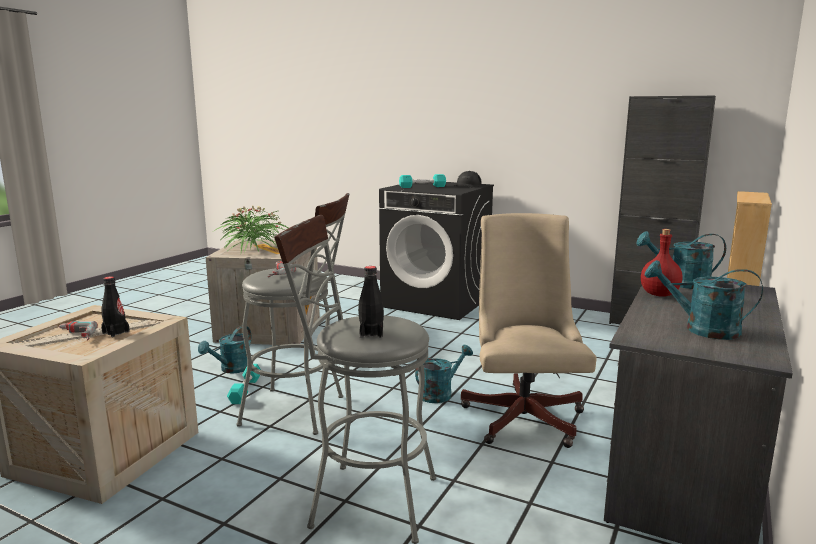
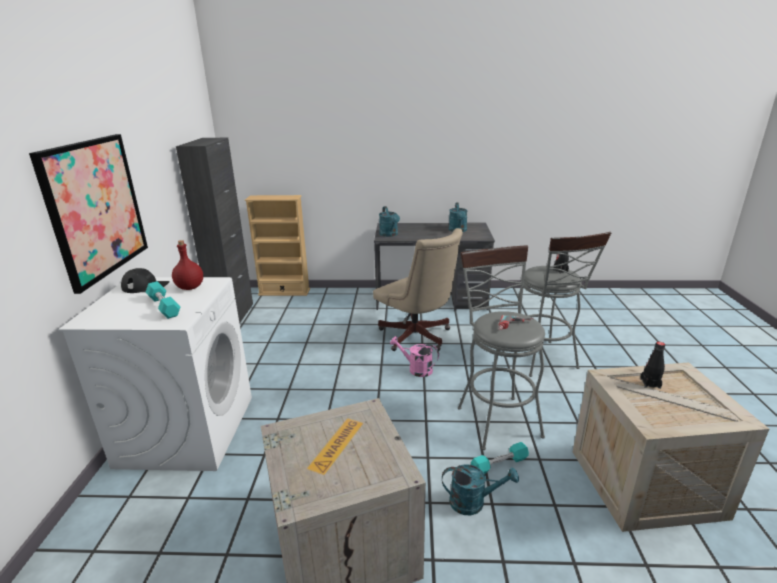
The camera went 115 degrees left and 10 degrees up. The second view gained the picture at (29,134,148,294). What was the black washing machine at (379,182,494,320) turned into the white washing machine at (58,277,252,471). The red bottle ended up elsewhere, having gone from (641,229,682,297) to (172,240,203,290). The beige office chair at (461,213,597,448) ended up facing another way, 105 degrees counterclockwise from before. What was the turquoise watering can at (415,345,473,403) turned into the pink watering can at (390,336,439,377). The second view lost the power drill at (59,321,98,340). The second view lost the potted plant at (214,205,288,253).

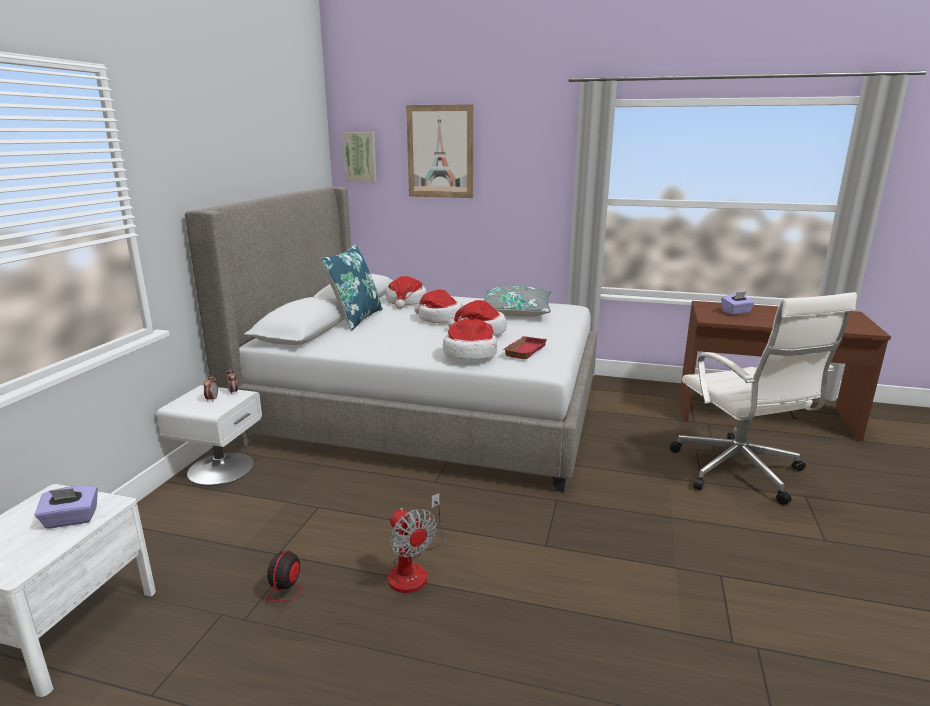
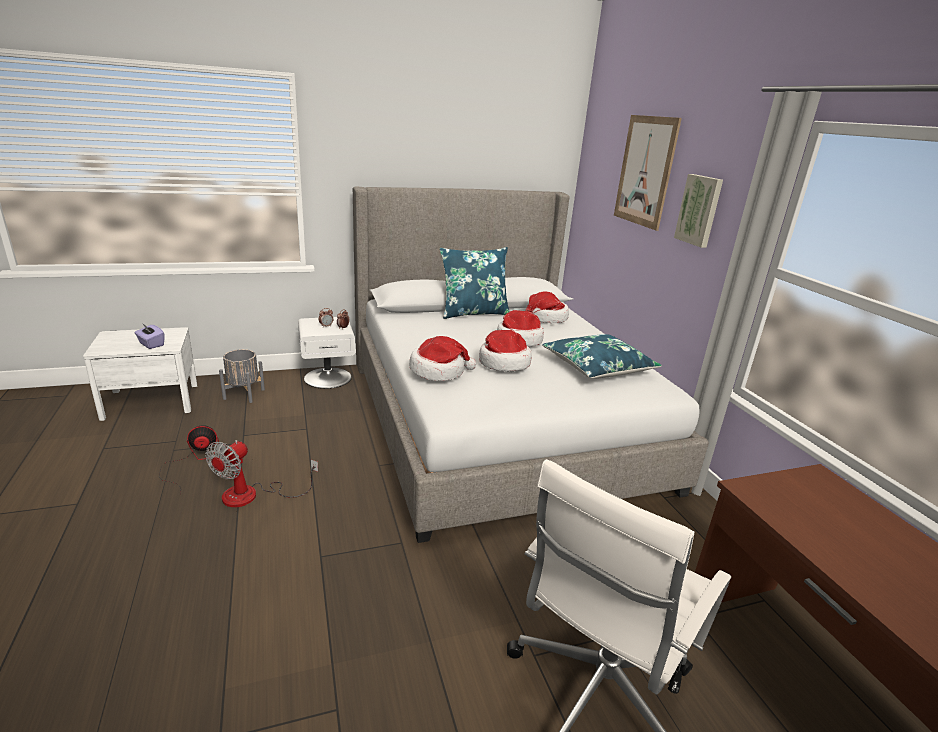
The camera went 55 degrees right and 5 degrees up. The second view gained the grey planter at (219,349,265,403). What was the grey pillow at (483,286,552,317) turned into the blue pillow at (542,334,662,379). The picture ended up elsewhere, having gone from (342,132,377,182) to (674,174,723,248). The second view lost the red tray at (502,336,548,359). The second view lost the purple tissue box at (721,292,755,315).

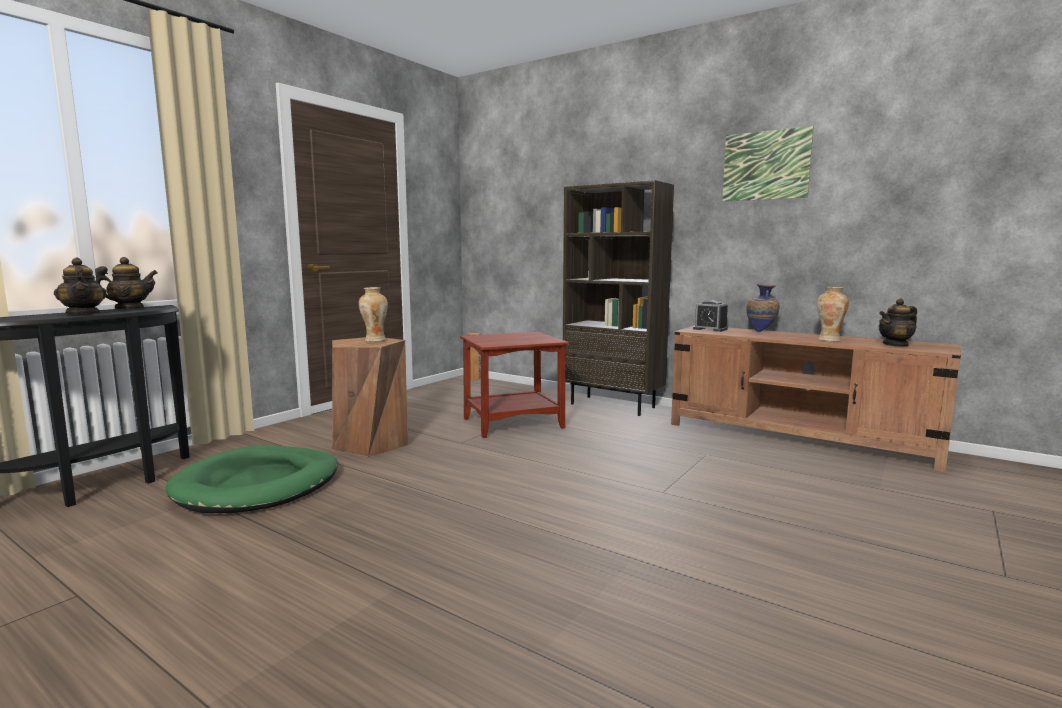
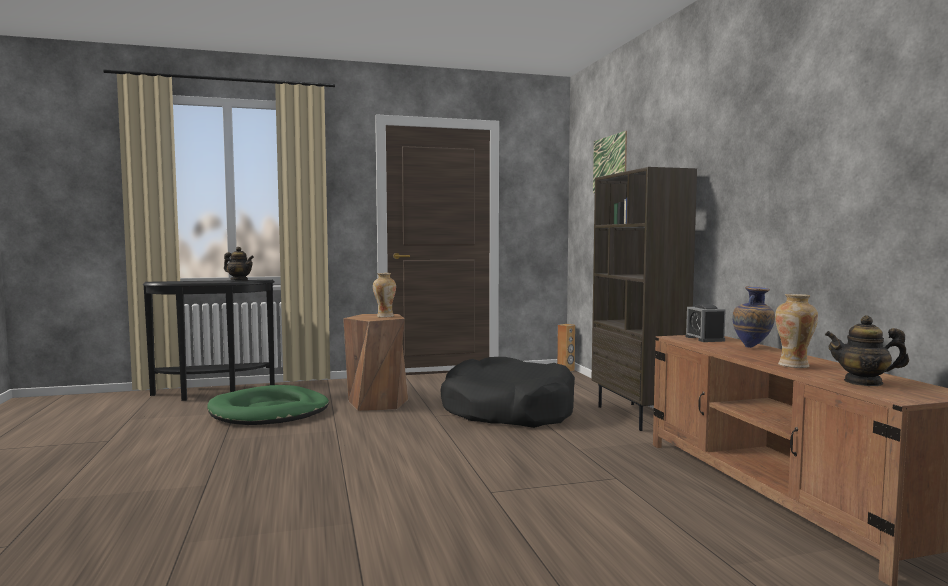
The camera went 40 degrees right and 5 degrees down. Where the brown side table stood at (460,332,569,438), the black dog bed came to stand at (440,357,575,428). The picture ended up elsewhere, having gone from (722,126,814,202) to (593,131,627,193). The second view lost the teapot at (54,258,107,314).

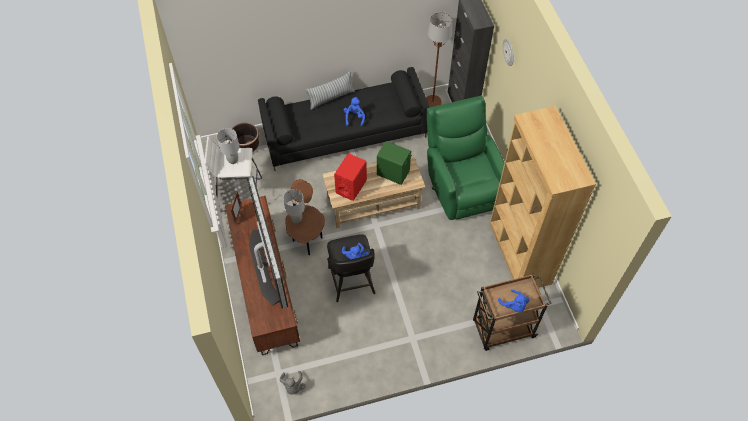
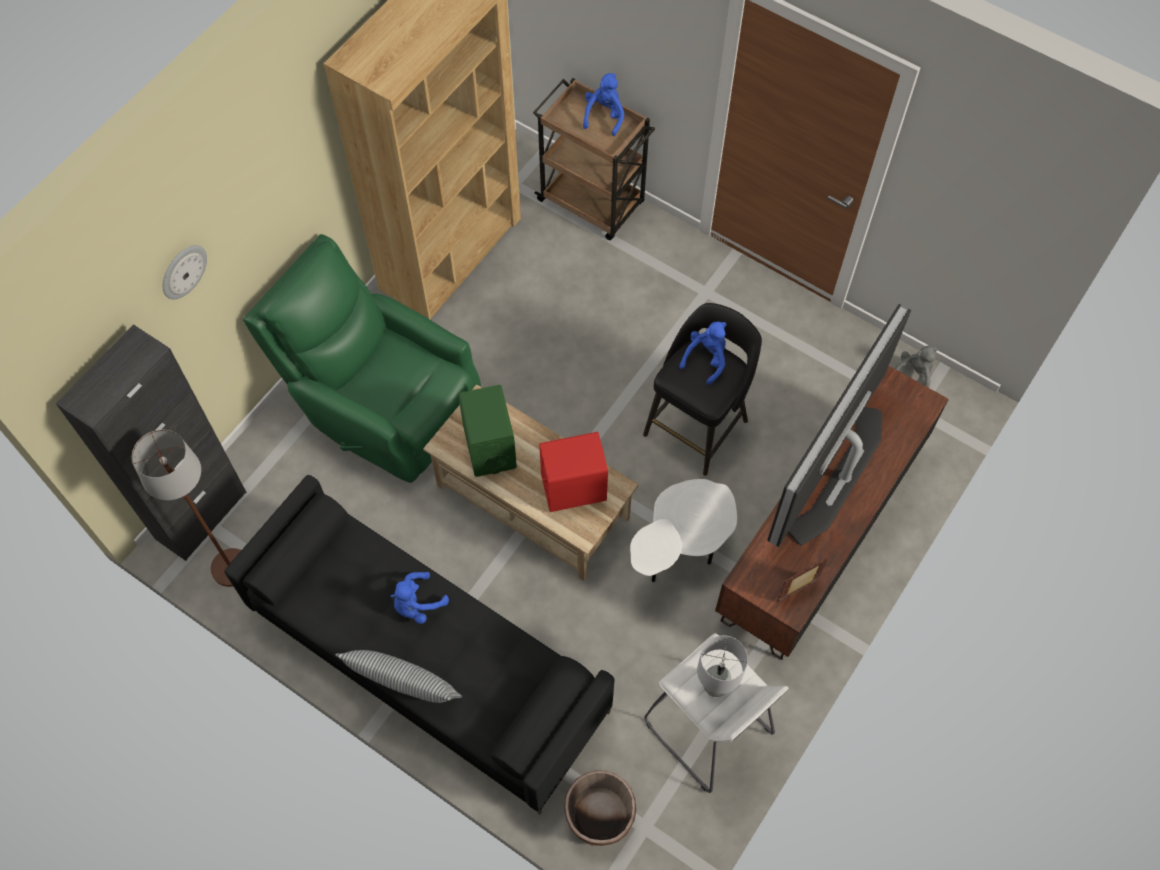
The camera went 130 degrees left and 5 degrees up. The green armchair at (427,95,504,220) ended up facing another way, 90 degrees clockwise from before. What was the brown side table at (285,179,325,255) turned into the white side table at (630,479,737,582). The second view lost the grey table lamp at (283,189,305,223).

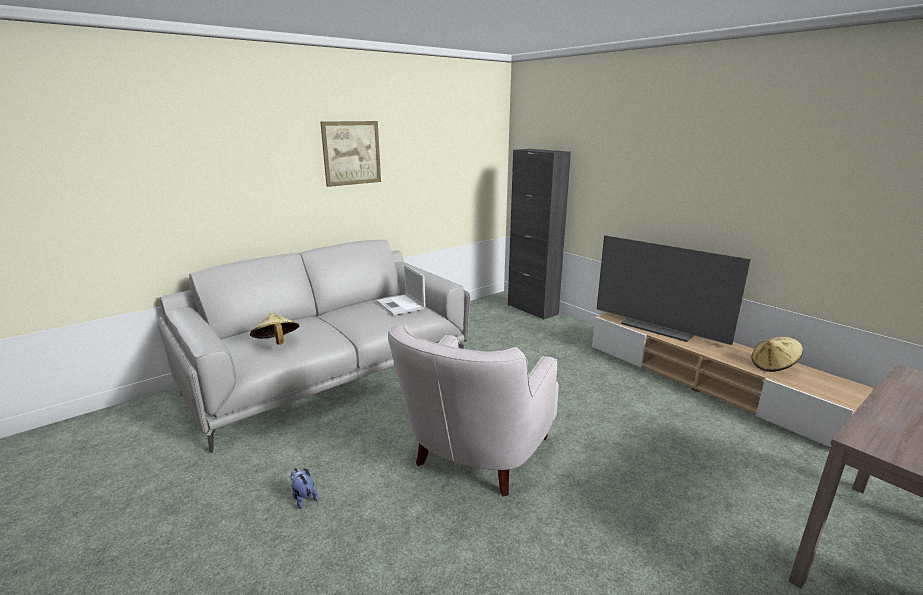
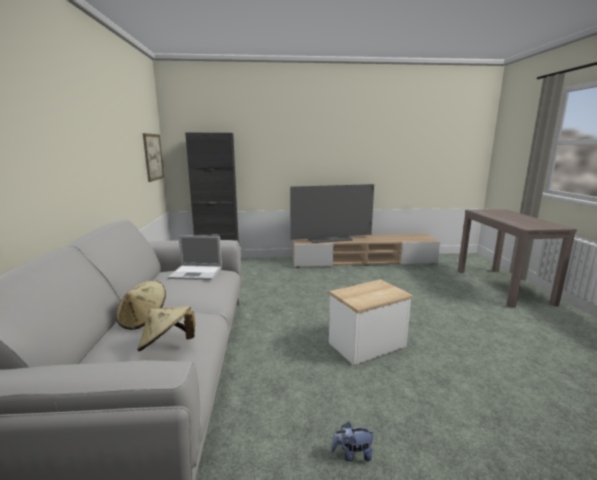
The camera went 55 degrees left and 5 degrees down. The beige hat ended up elsewhere, having gone from (751,337,803,372) to (116,281,166,330). The picture ended up elsewhere, having gone from (320,121,381,187) to (143,133,164,182). Where the white armchair stood at (388,323,559,496), the side table came to stand at (329,279,413,365).

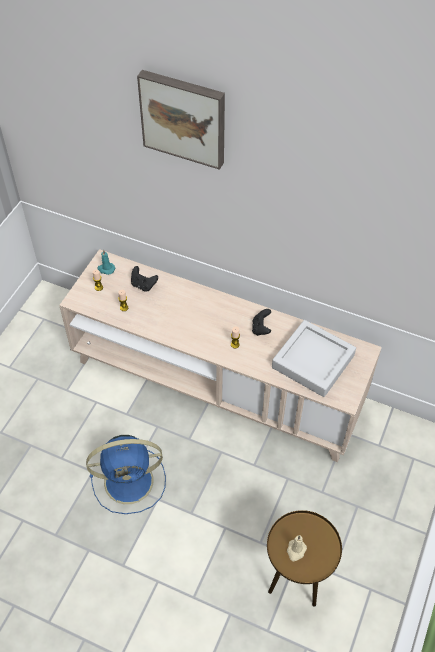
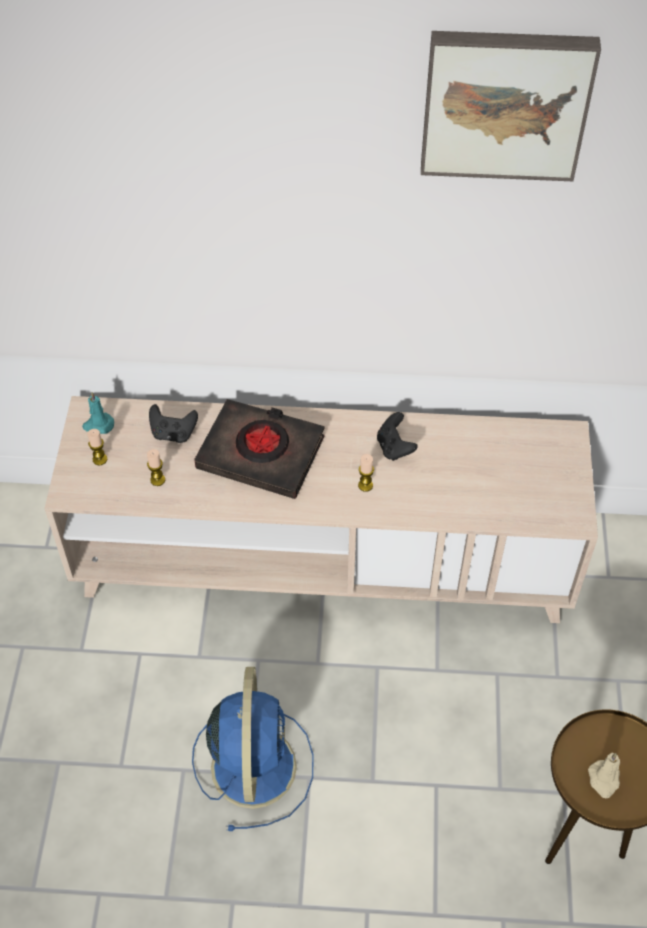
The camera went 20 degrees left and 0 degrees up. The blue fan at (86,435,166,514) ended up facing another way, 60 degrees counterclockwise from before. The second view gained the black book at (194,399,325,499). The picture ended up elsewhere, having gone from (137,70,225,170) to (421,31,601,181). The second view lost the grey tray at (272,320,356,397).

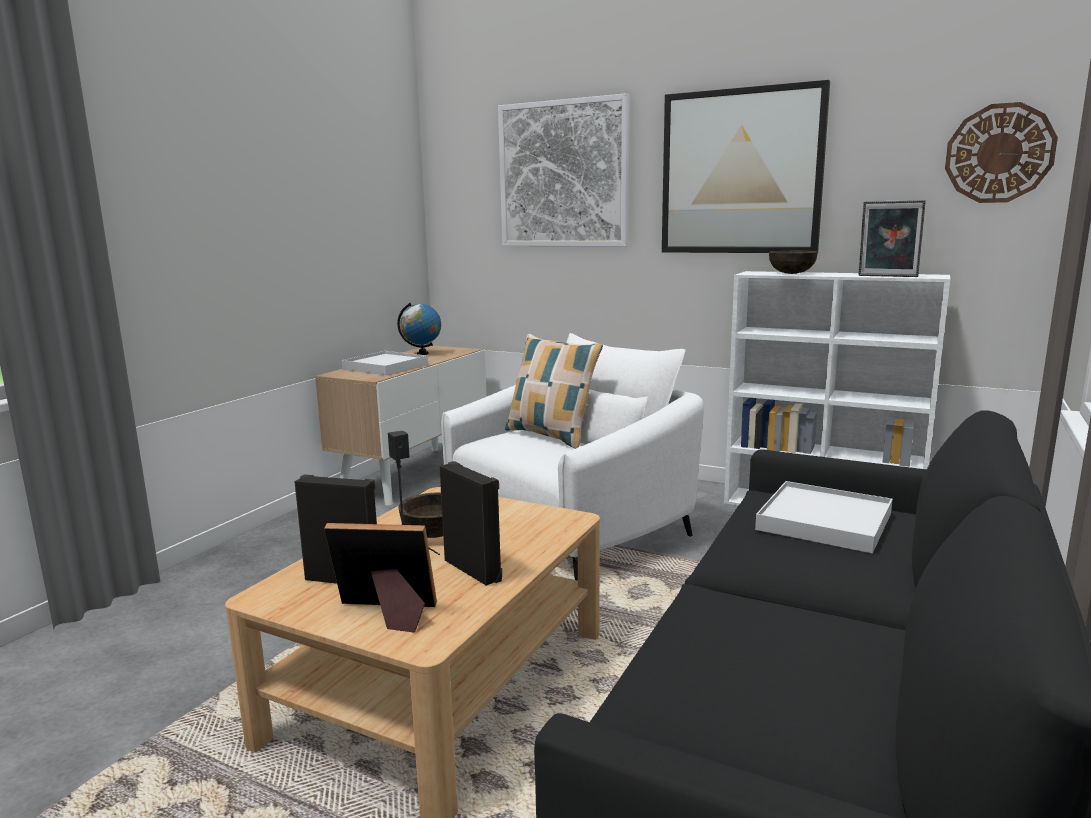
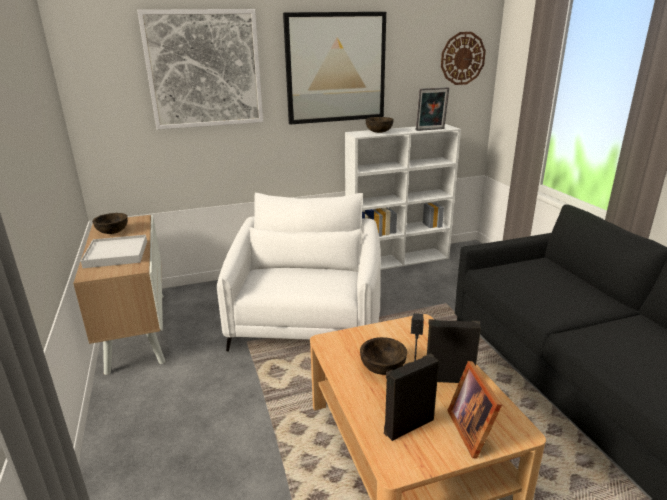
The camera went 45 degrees left and 10 degrees up. Where the globe stood at (397,303,441,355), the brown bowl came to stand at (92,213,128,234). The picture frame at (324,523,437,633) ended up facing another way, 60 degrees counterclockwise from before. The second view lost the pillow at (505,334,603,449). The second view lost the white tray at (755,481,893,554).

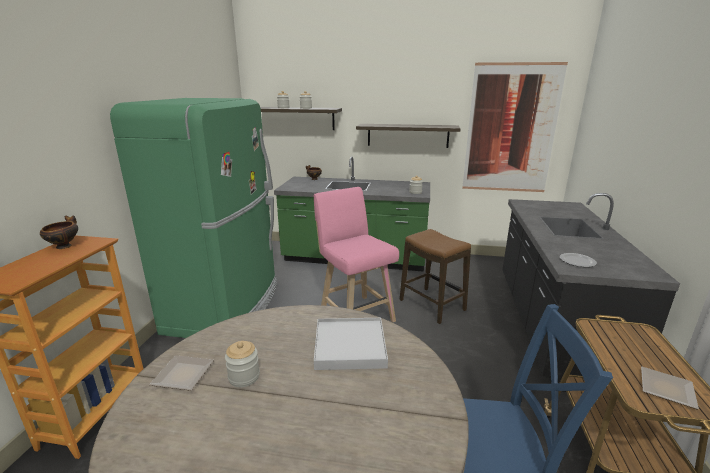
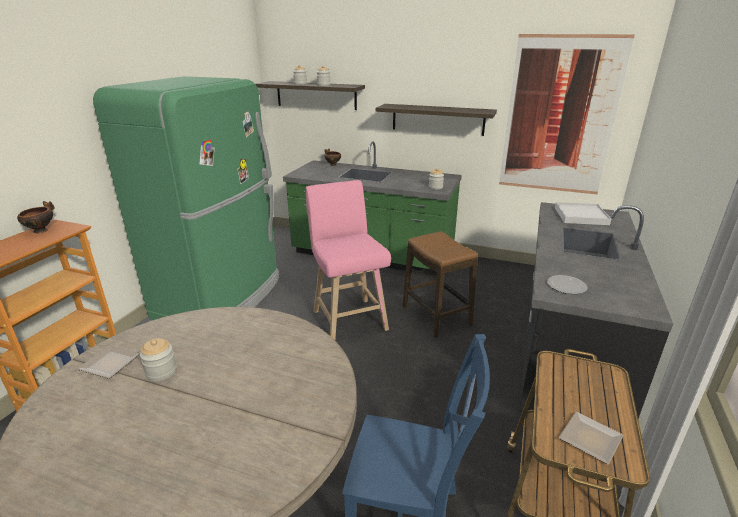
The camera went 10 degrees right and 5 degrees up. The white tray ended up elsewhere, having gone from (314,318,388,370) to (555,202,611,225).

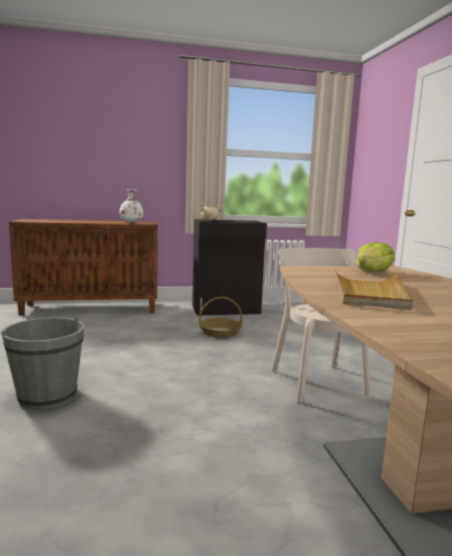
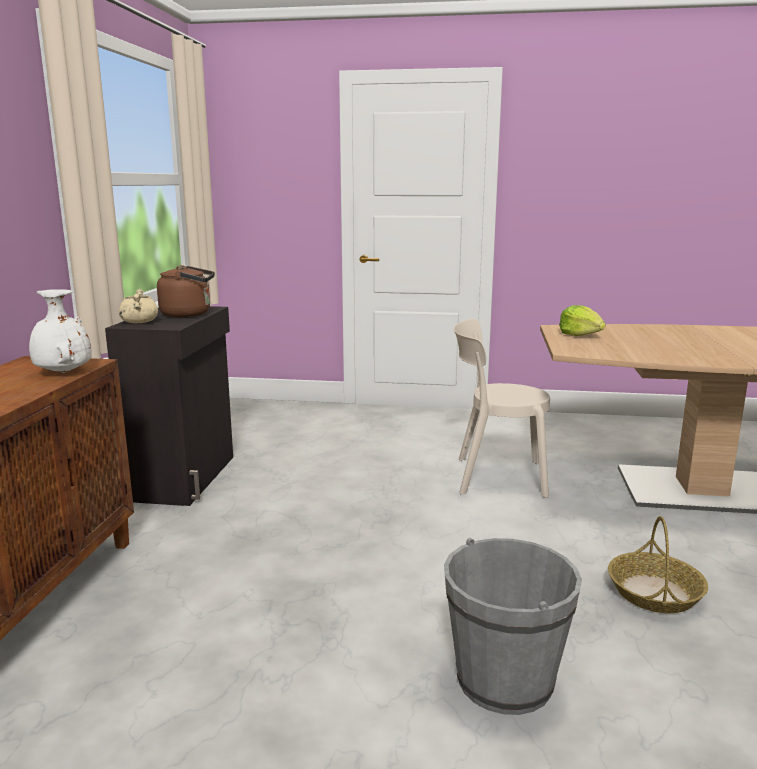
The camera went 70 degrees left and 5 degrees up. The second view gained the brown kettle at (157,265,215,317). The basket ended up elsewhere, having gone from (199,297,243,338) to (608,516,708,613). The second view lost the beige tray at (335,269,413,310).

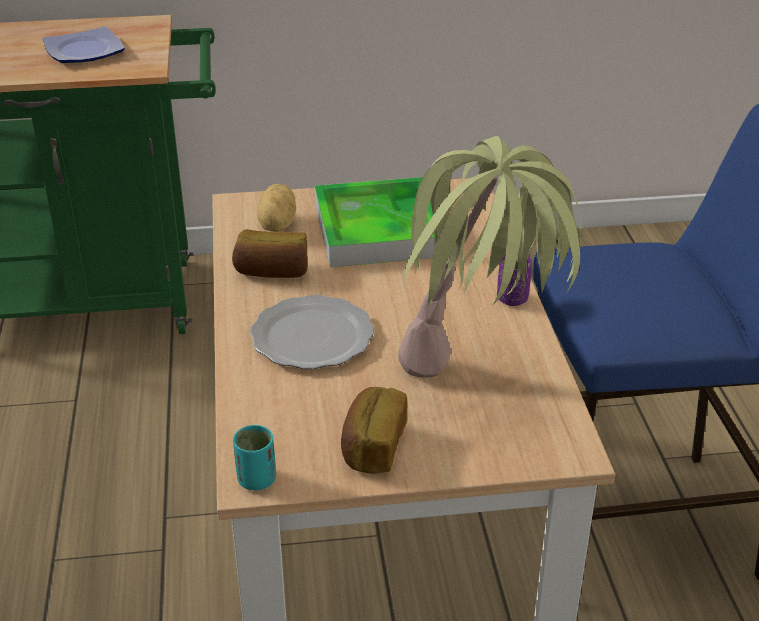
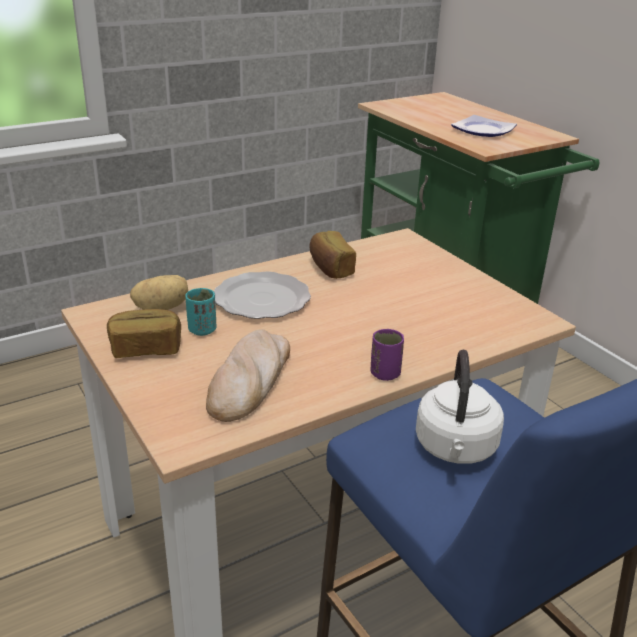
The camera went 65 degrees right and 5 degrees down. The potato ended up elsewhere, having gone from (257,184,296,232) to (130,275,188,310). The turquoise cup ended up elsewhere, having gone from (233,425,276,490) to (185,288,217,336). Where the potted plant stood at (398,136,581,377), the bread came to stand at (206,329,290,422). The second view gained the white kettle at (416,350,504,464). The second view lost the tray at (315,177,438,267).

